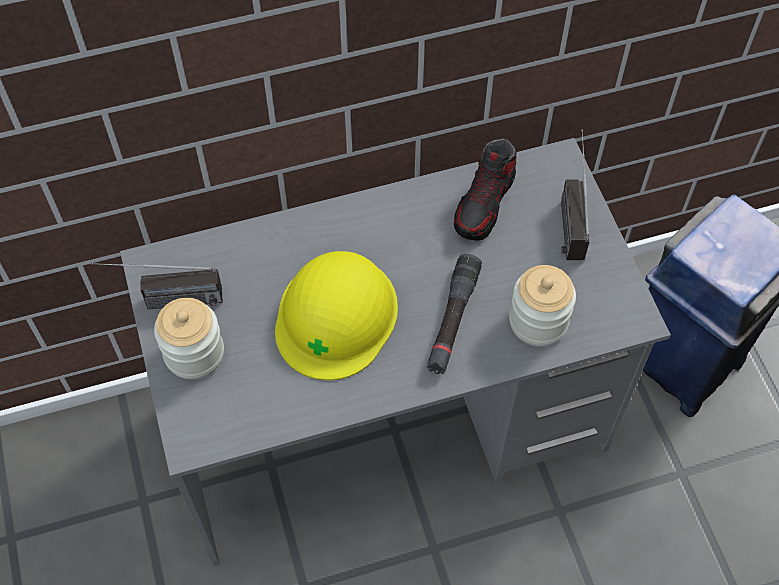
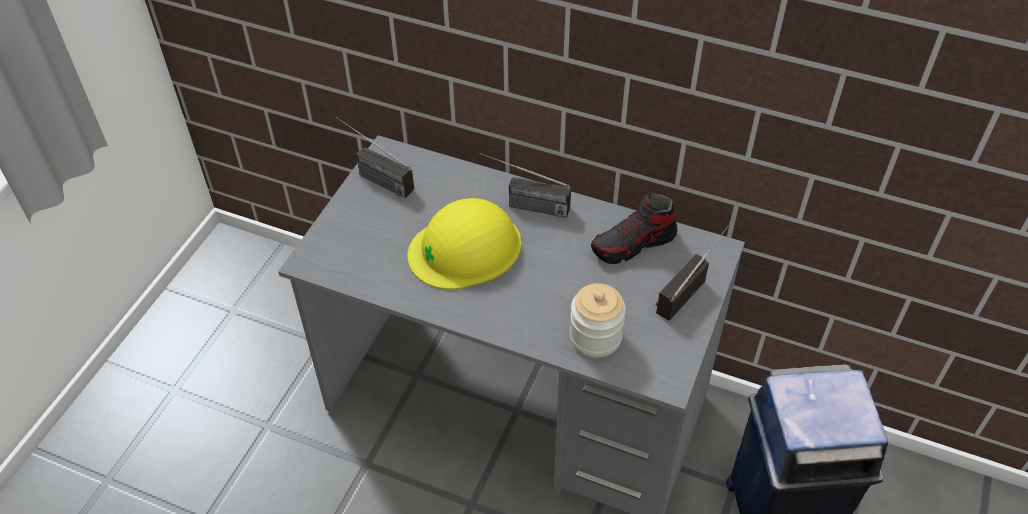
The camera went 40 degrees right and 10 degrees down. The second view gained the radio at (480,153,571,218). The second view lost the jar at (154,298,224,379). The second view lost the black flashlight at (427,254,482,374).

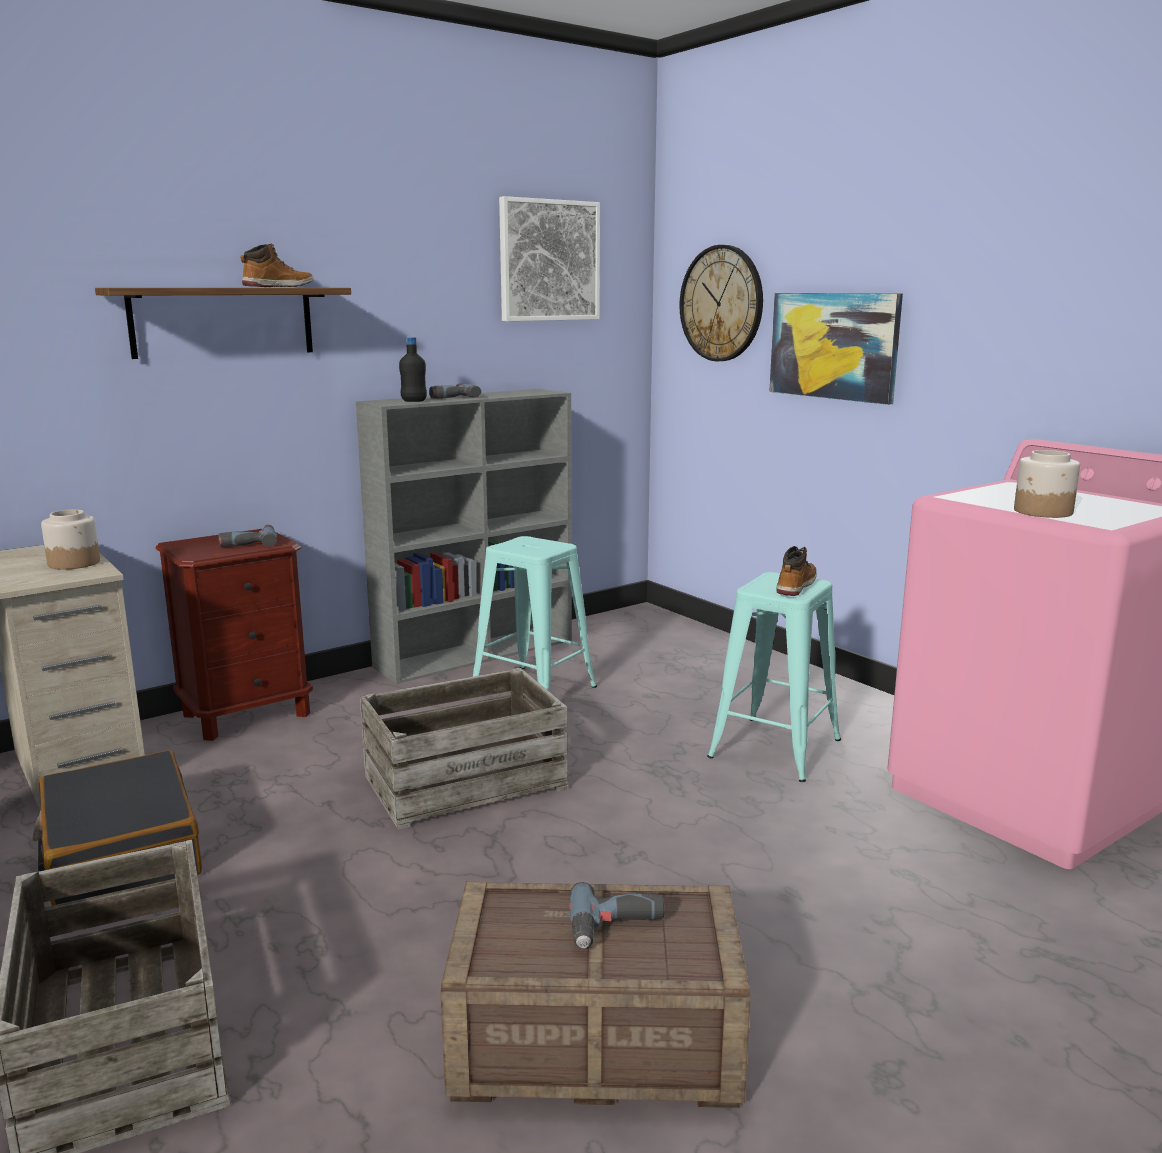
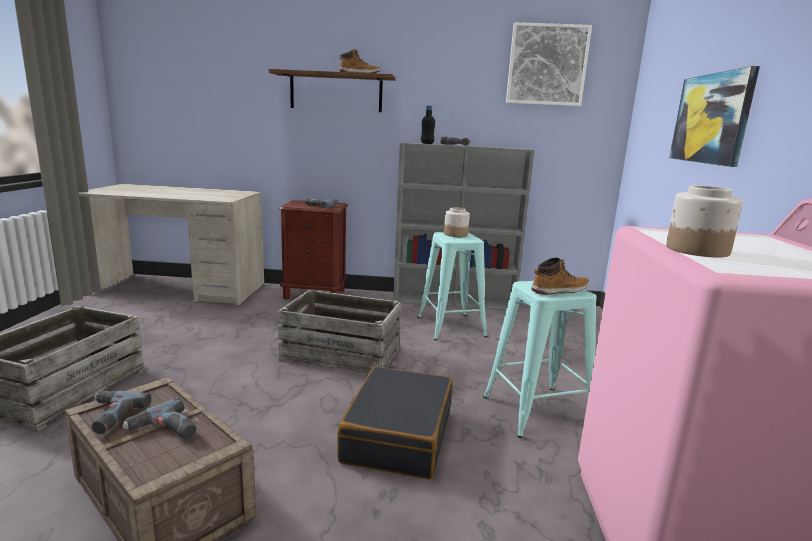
The camera went 40 degrees right and 0 degrees up. The second view gained the power drill at (91,391,152,434). The black suitcase ended up elsewhere, having gone from (33,750,202,906) to (337,367,453,479). The jar ended up elsewhere, having gone from (41,510,100,570) to (444,207,470,237). The second view lost the wall clock at (680,245,763,361).

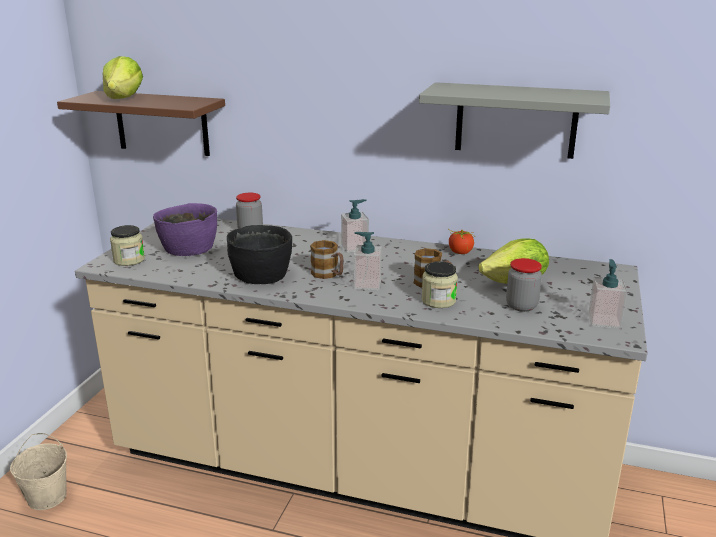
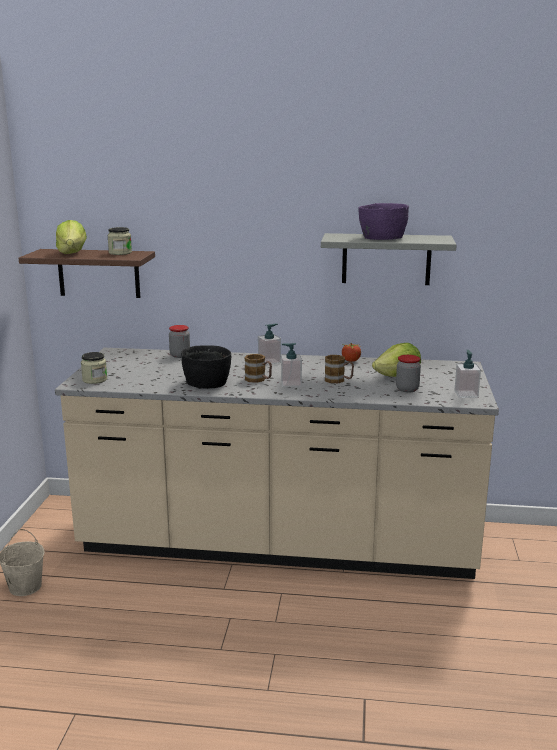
The camera went 10 degrees left and 5 degrees down. The jar ended up elsewhere, having gone from (421,261,458,308) to (107,227,132,255). The purple bowl ended up elsewhere, having gone from (153,203,217,256) to (359,203,409,240).

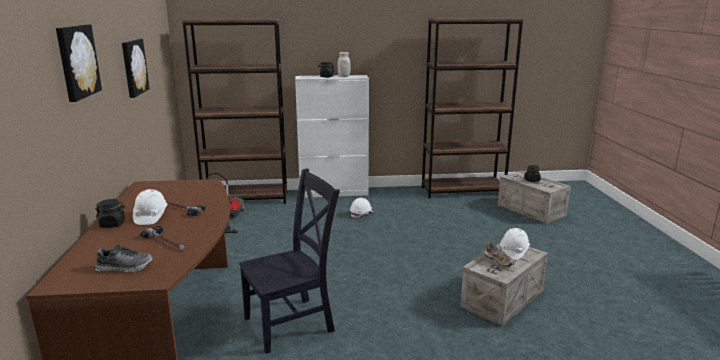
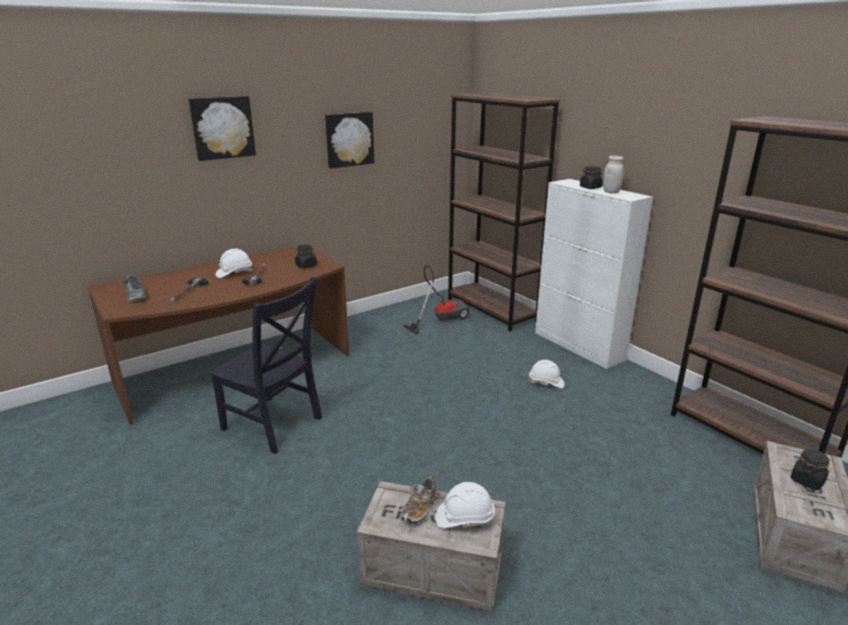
The camera went 60 degrees right and 5 degrees up. The black jar ended up elsewhere, having gone from (96,199,125,228) to (295,245,317,268).

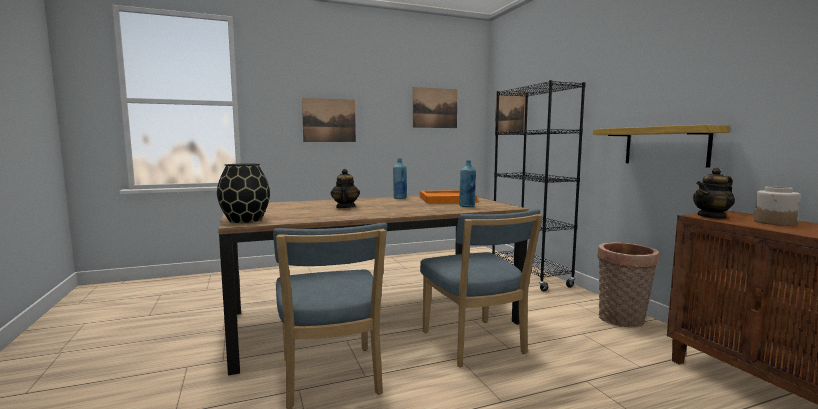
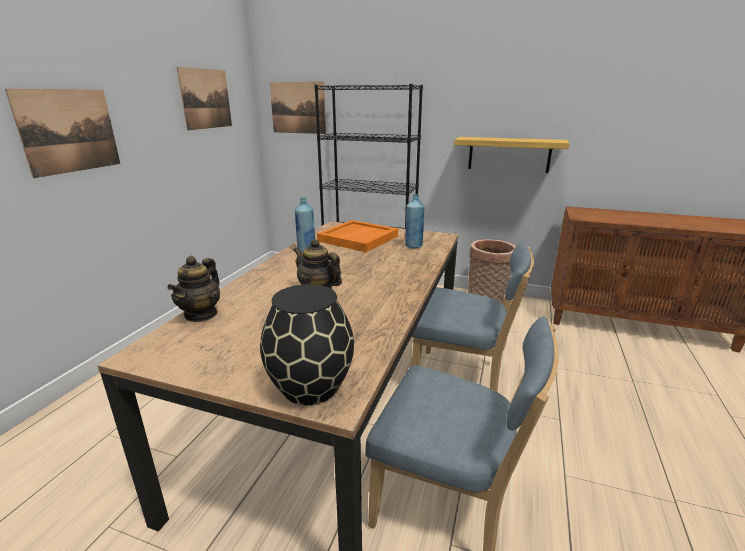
The camera went 50 degrees left and 15 degrees up. The teapot ended up elsewhere, having gone from (693,168,735,219) to (167,256,220,322). The second view lost the jar at (754,186,800,226).

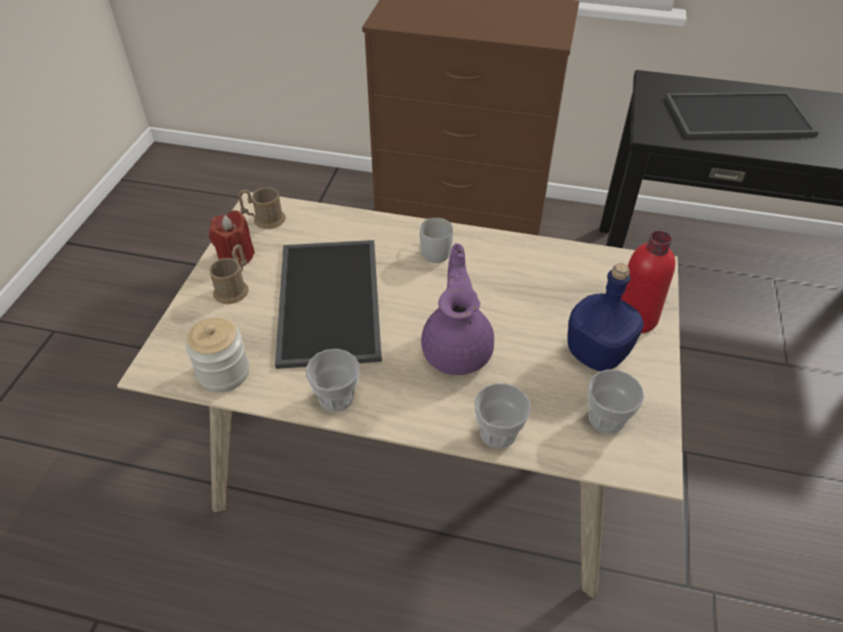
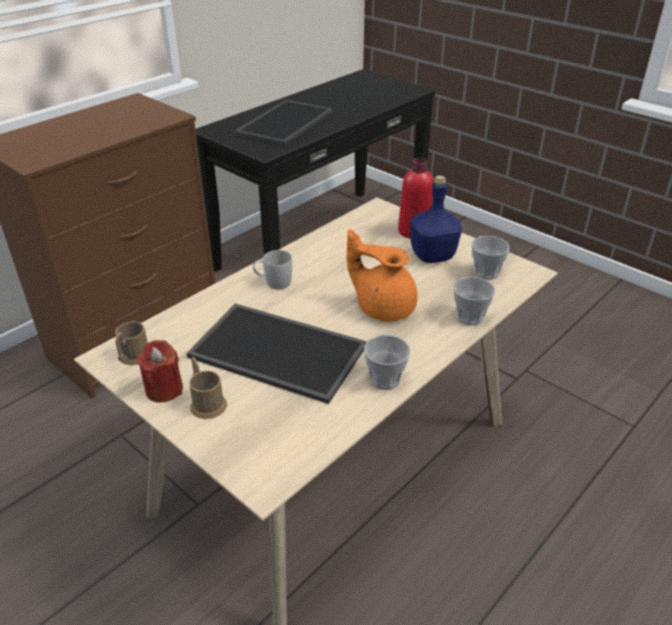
The camera went 60 degrees left and 10 degrees down. What was the purple teapot at (421,243,494,375) turned into the orange teapot at (347,229,418,321). The second view lost the jar at (186,318,249,392).

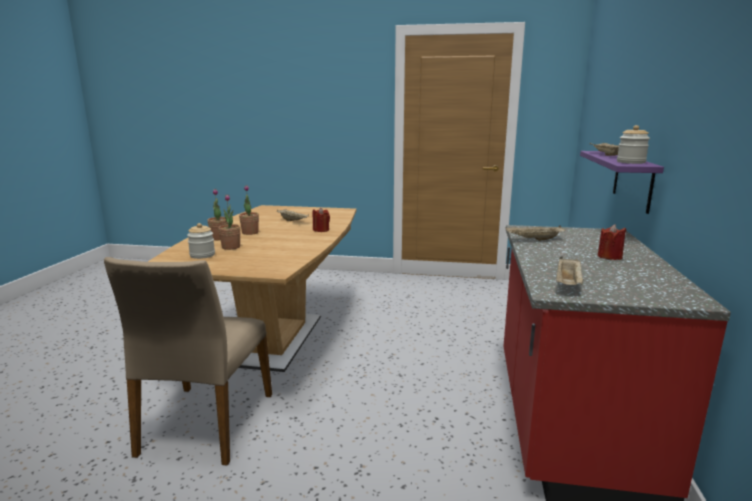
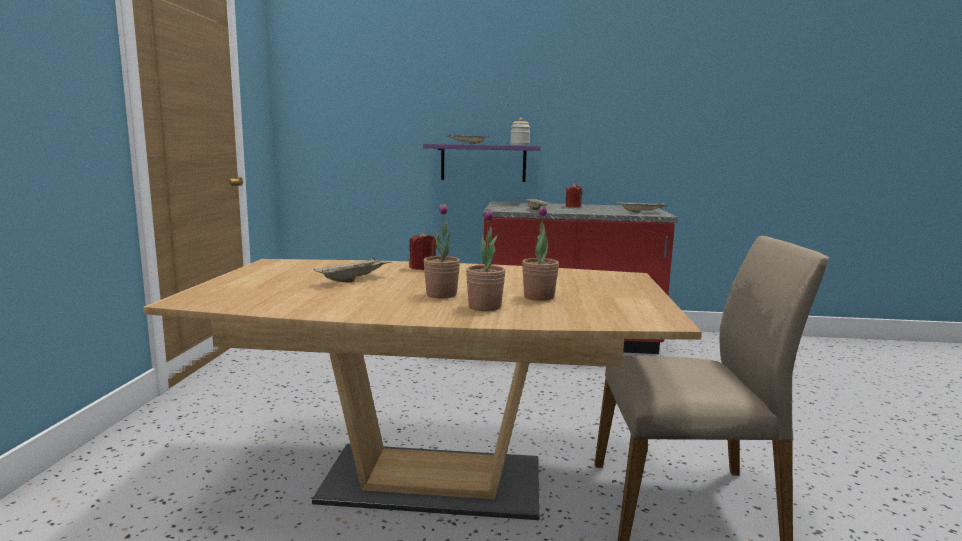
The camera went 95 degrees left and 5 degrees down. The second view lost the jar at (187,223,215,259).

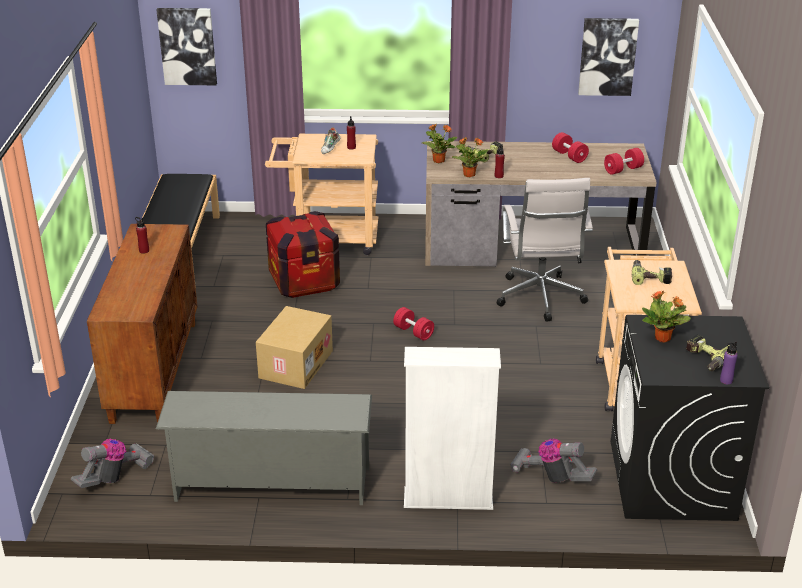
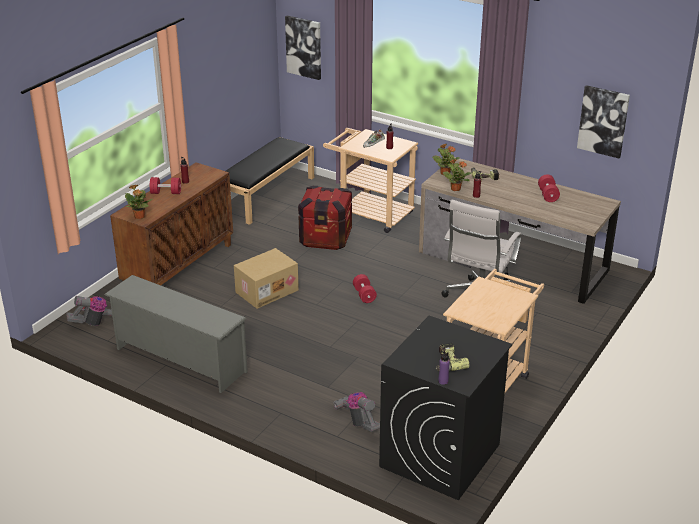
The camera went 30 degrees right and 0 degrees up. The potted plant ended up elsewhere, having gone from (642,291,691,343) to (125,185,153,219). The red dumbbell ended up elsewhere, having gone from (604,148,644,175) to (150,177,181,194). The second view lost the white bookcase at (404,347,501,510). The second view lost the power drill at (632,260,672,285).

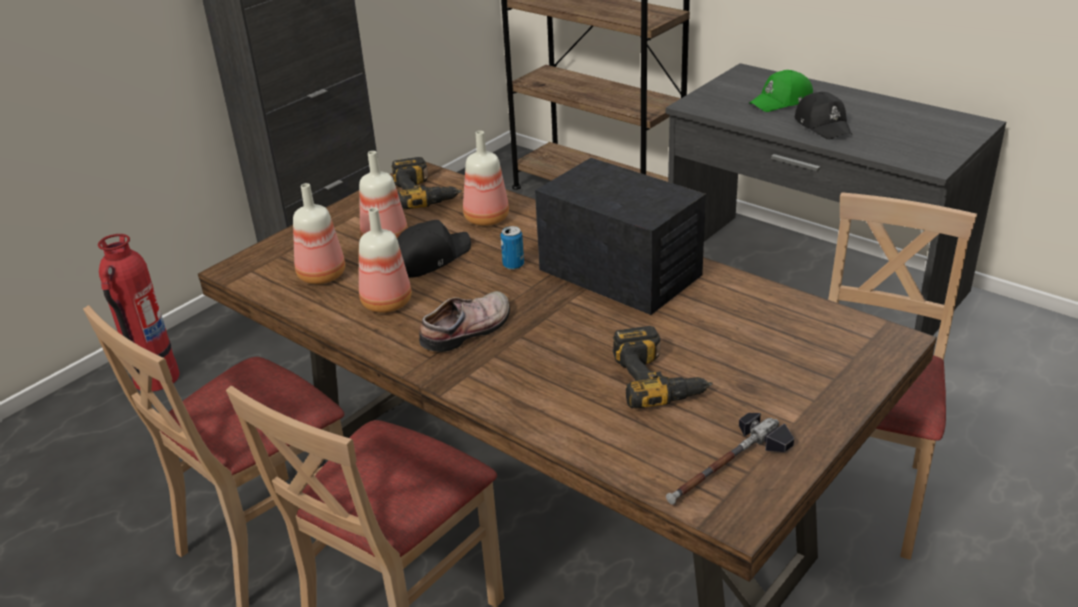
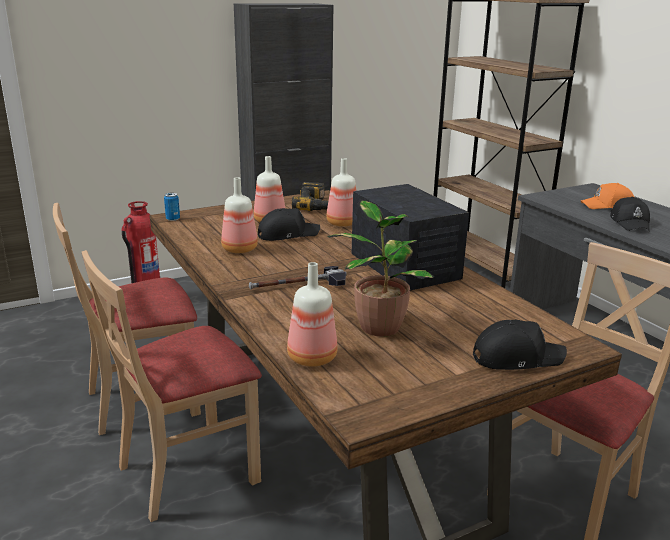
The camera went 20 degrees right and 10 degrees down. The can ended up elsewhere, having gone from (500,226,524,270) to (164,193,180,221). The hammer ended up elsewhere, having gone from (666,413,794,505) to (249,266,347,290). The bottle ended up elsewhere, having gone from (293,183,345,284) to (287,262,338,367). Where the power drill stood at (613,326,713,409), the potted plant came to stand at (328,200,434,337). The second view gained the black cap at (473,320,567,370). What was the green cap at (749,70,813,112) turned into the orange cap at (581,183,635,209). The second view lost the shoe at (419,291,510,352).

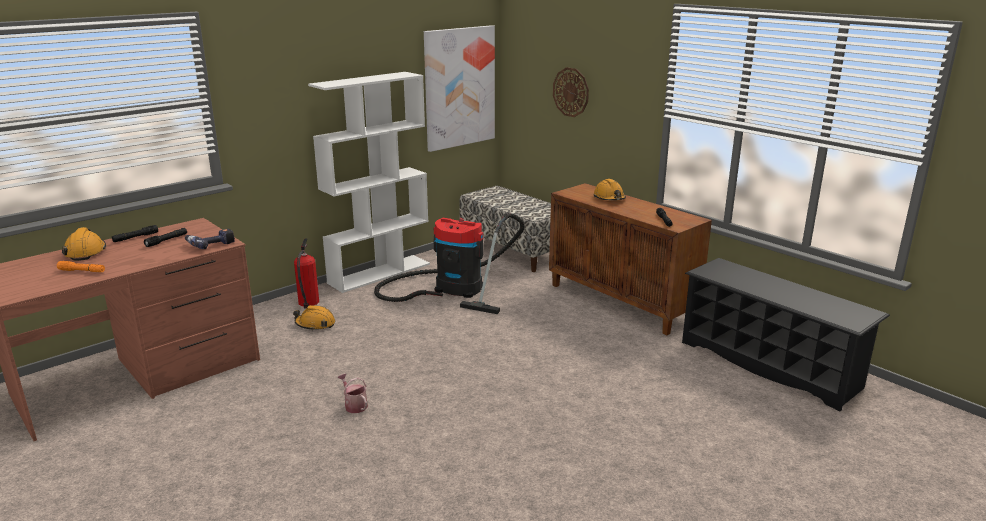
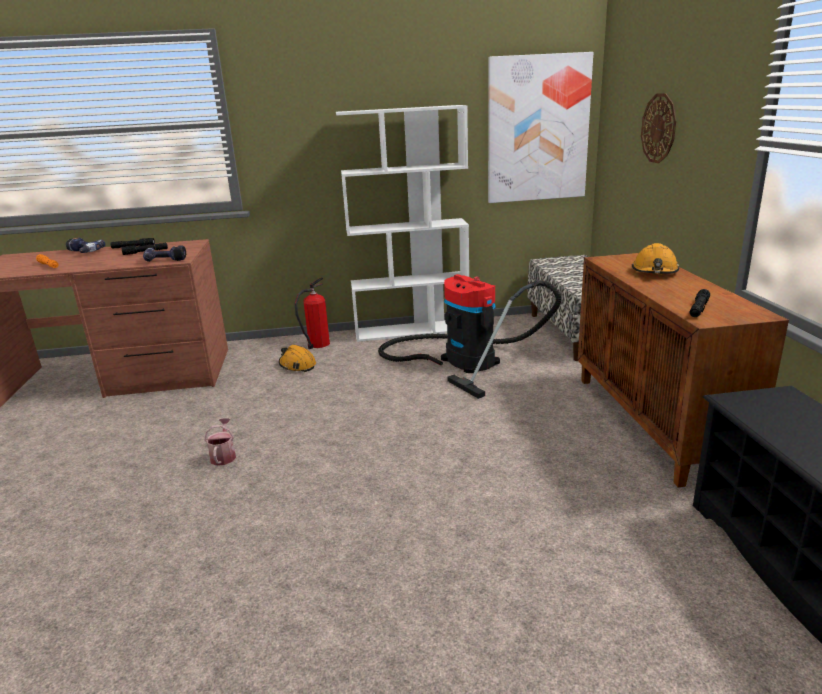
The camera went 35 degrees right and 0 degrees up. Where the orange hard hat stood at (62,227,106,261), the power drill came to stand at (66,237,106,253).

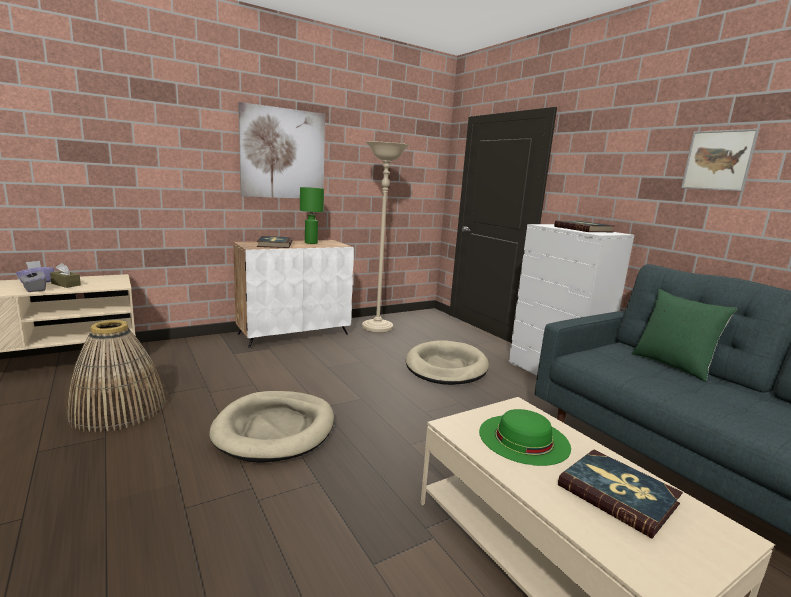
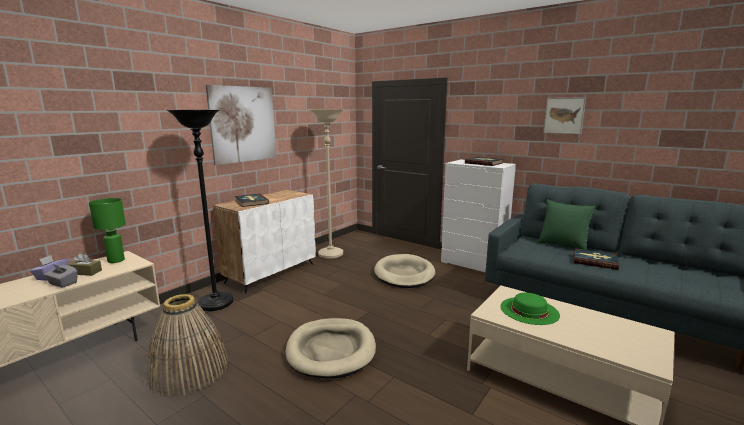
The camera went 20 degrees left and 0 degrees up. The green table lamp ended up elsewhere, having gone from (300,187,324,244) to (89,198,126,263). The second view gained the black floor lamp at (167,110,233,311). The book ended up elsewhere, having gone from (558,449,683,538) to (574,248,619,270).

